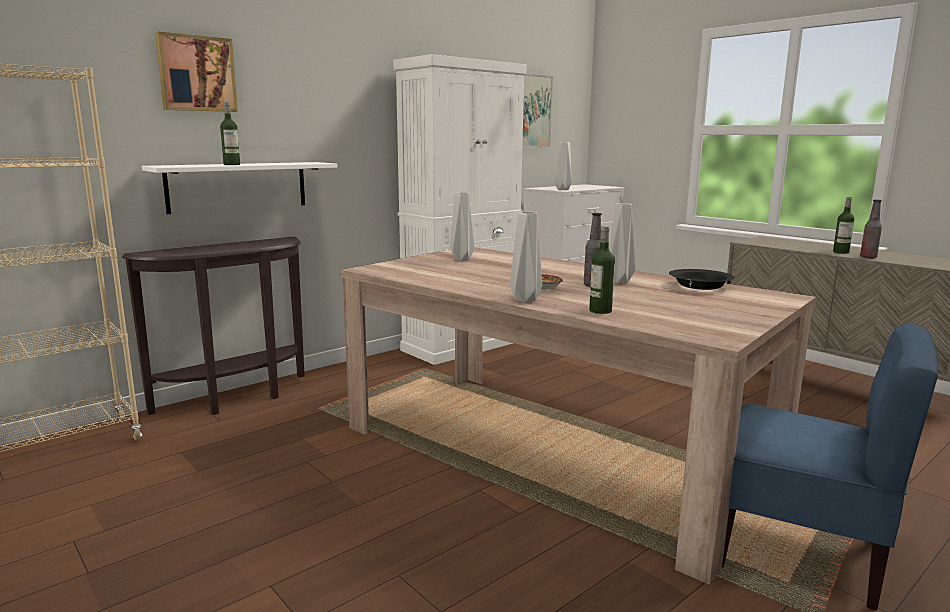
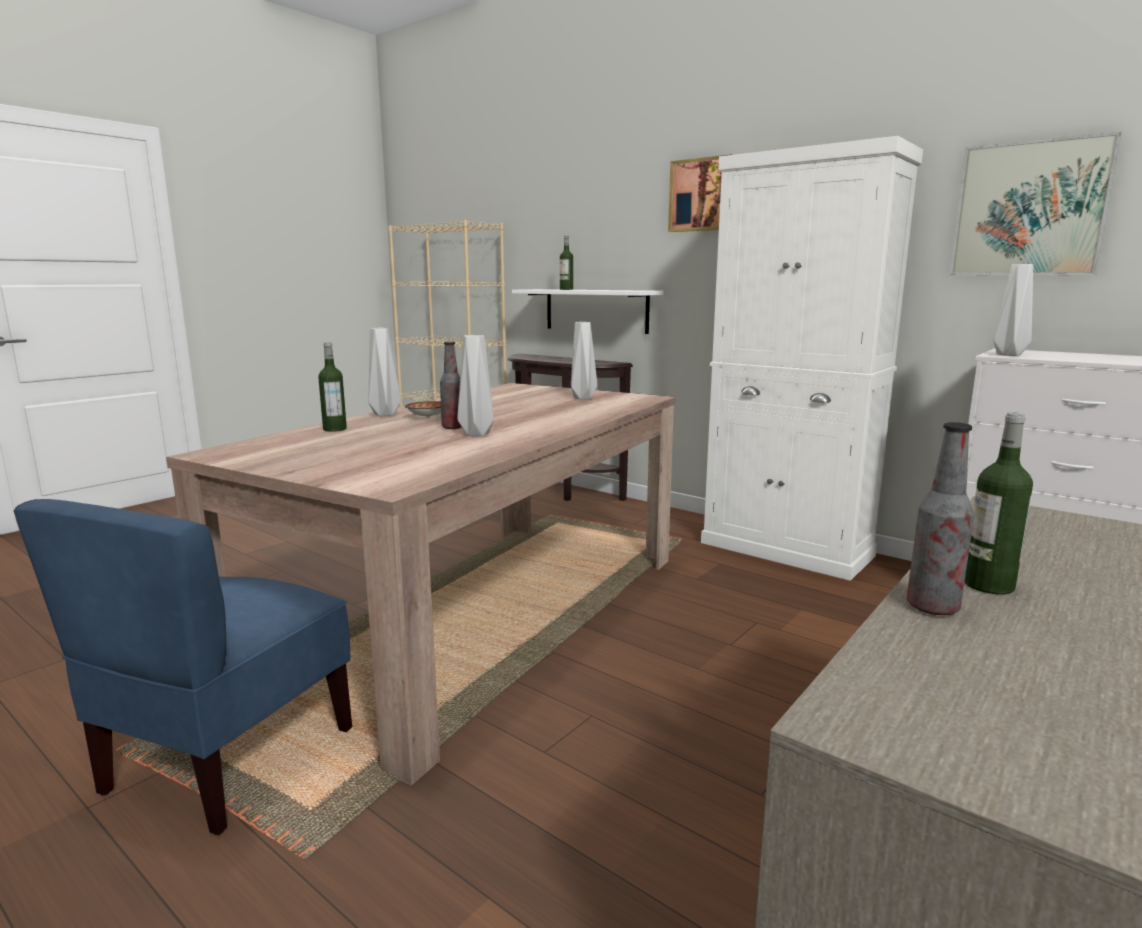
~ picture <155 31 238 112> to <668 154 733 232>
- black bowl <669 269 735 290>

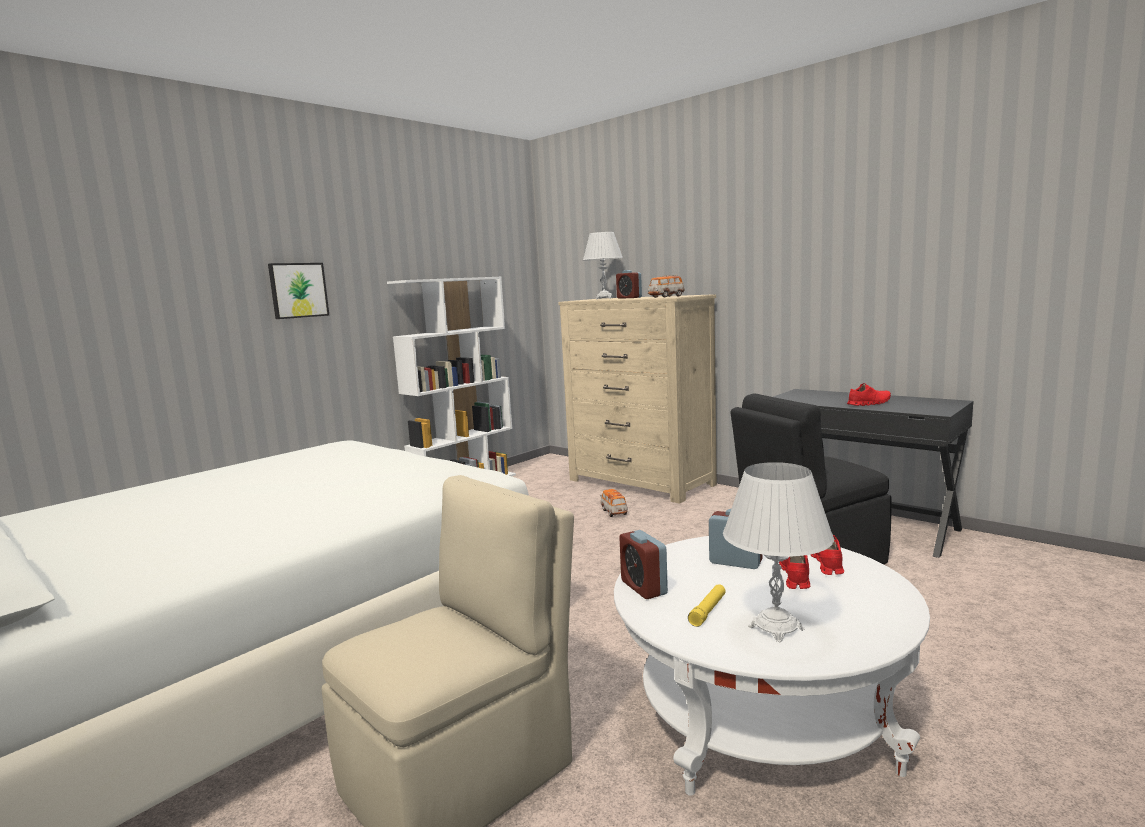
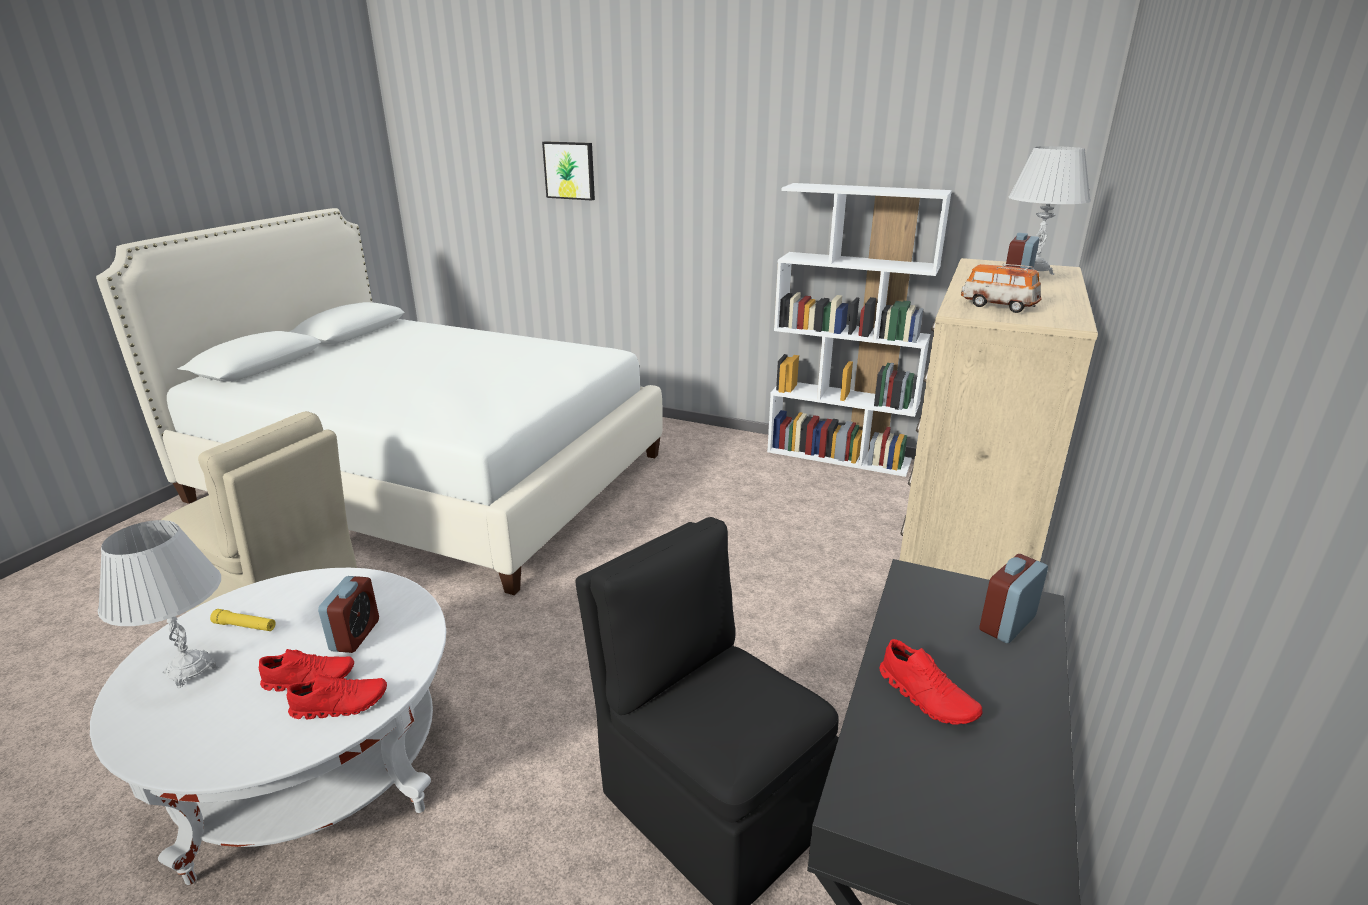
~ picture <268 263 329 319> to <542 141 595 201>
- toy car <601 489 628 517>
~ alarm clock <619 530 668 599> to <979 554 1048 643>

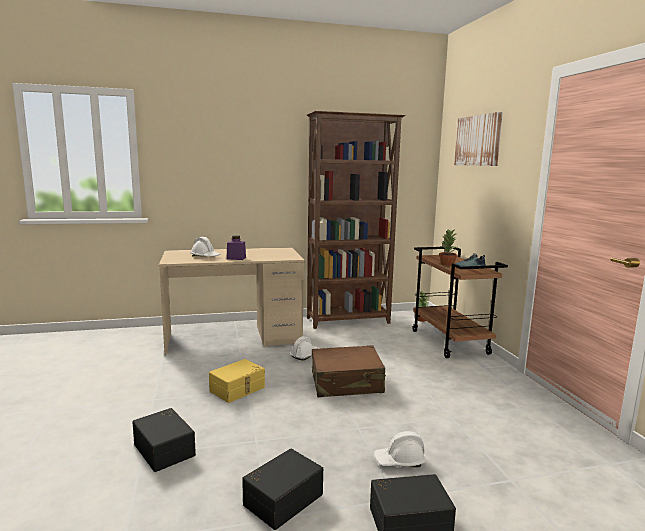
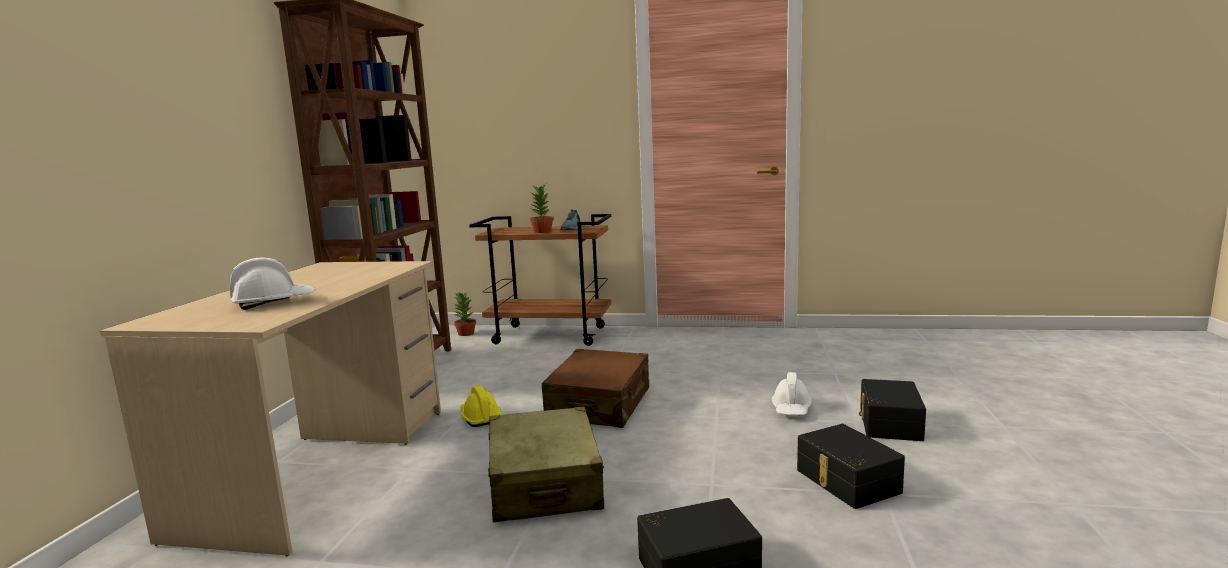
- picture <454 112 503 166>
- purple jar <227 235 246 260>
~ white hard hat <289 336 320 360> to yellow hard hat <460 385 502 427>
~ yellow storage box <209 359 265 403> to beige suitcase <488 406 604 522>

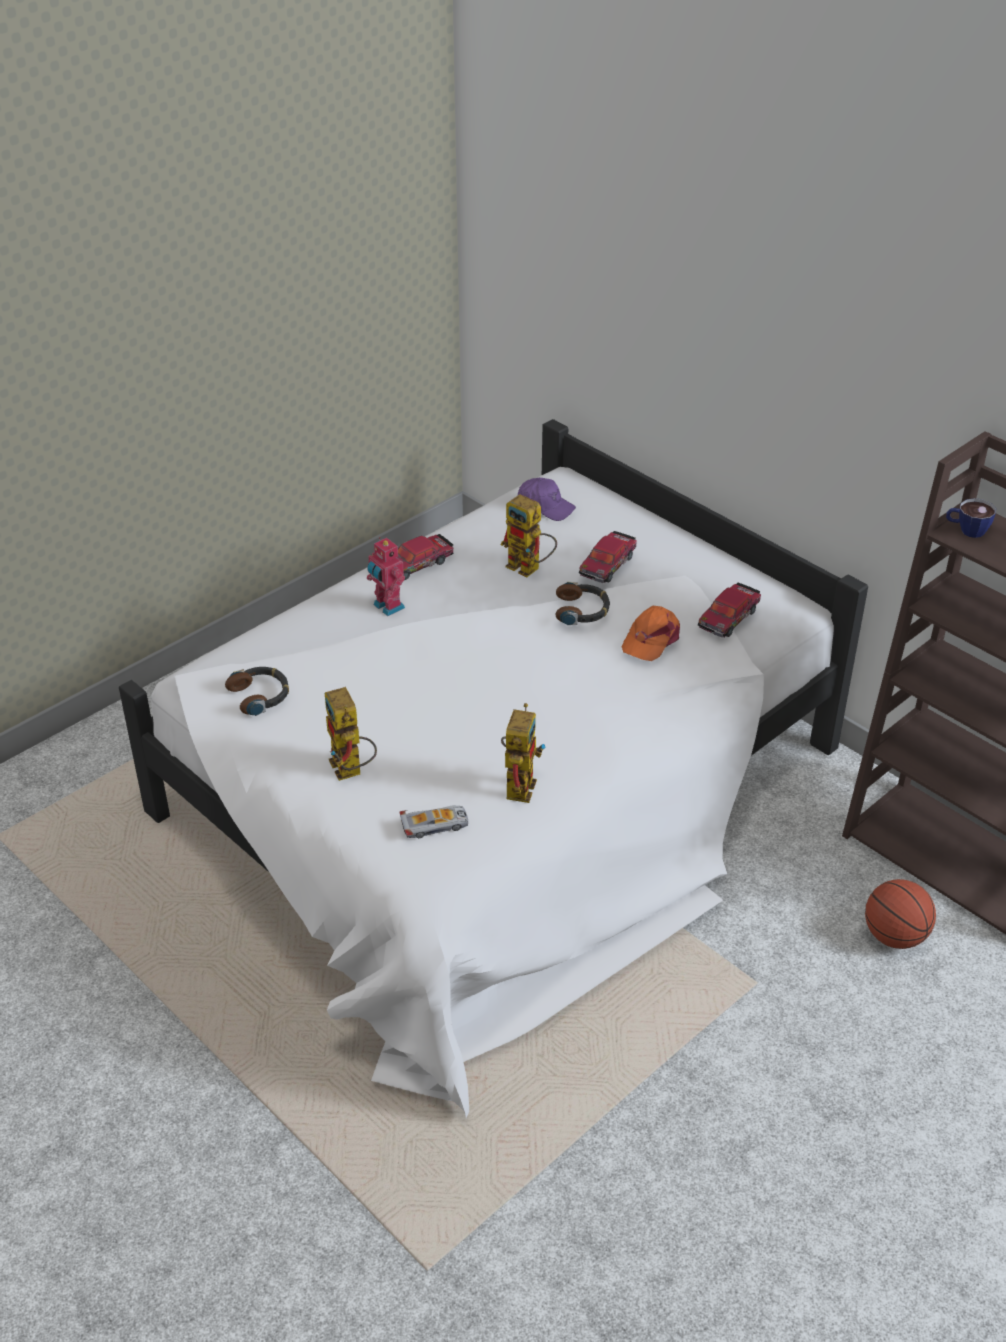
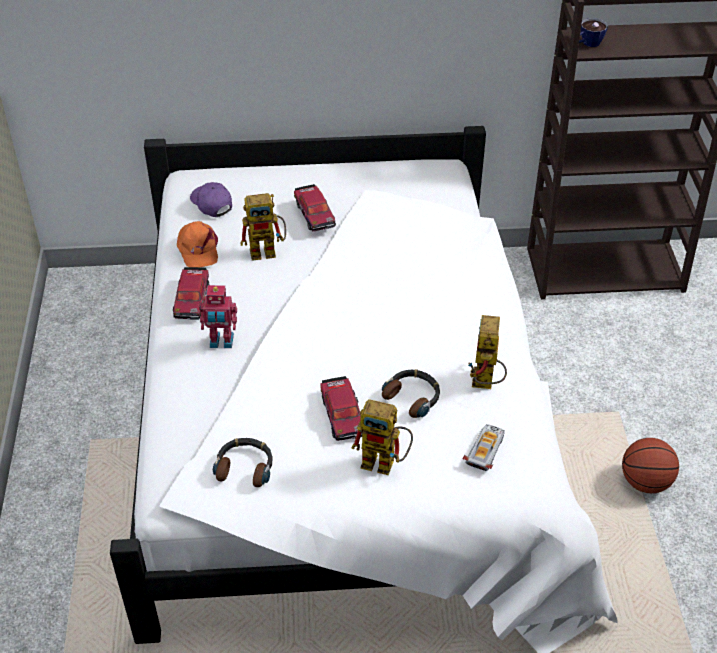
~ purple cap <518 478 576 521> = <190 182 232 217> 105 degrees counterclockwise
~ headphones <556 582 610 625> to <382 369 440 418>
~ toy car <698 583 761 638> to <320 376 363 441>
~ orange cap <622 606 680 661> to <177 221 218 267>
~ toy robot <501 703 546 803> = <468 315 507 389> 135 degrees counterclockwise
~ basketball <865 879 936 949> to <622 438 679 493>

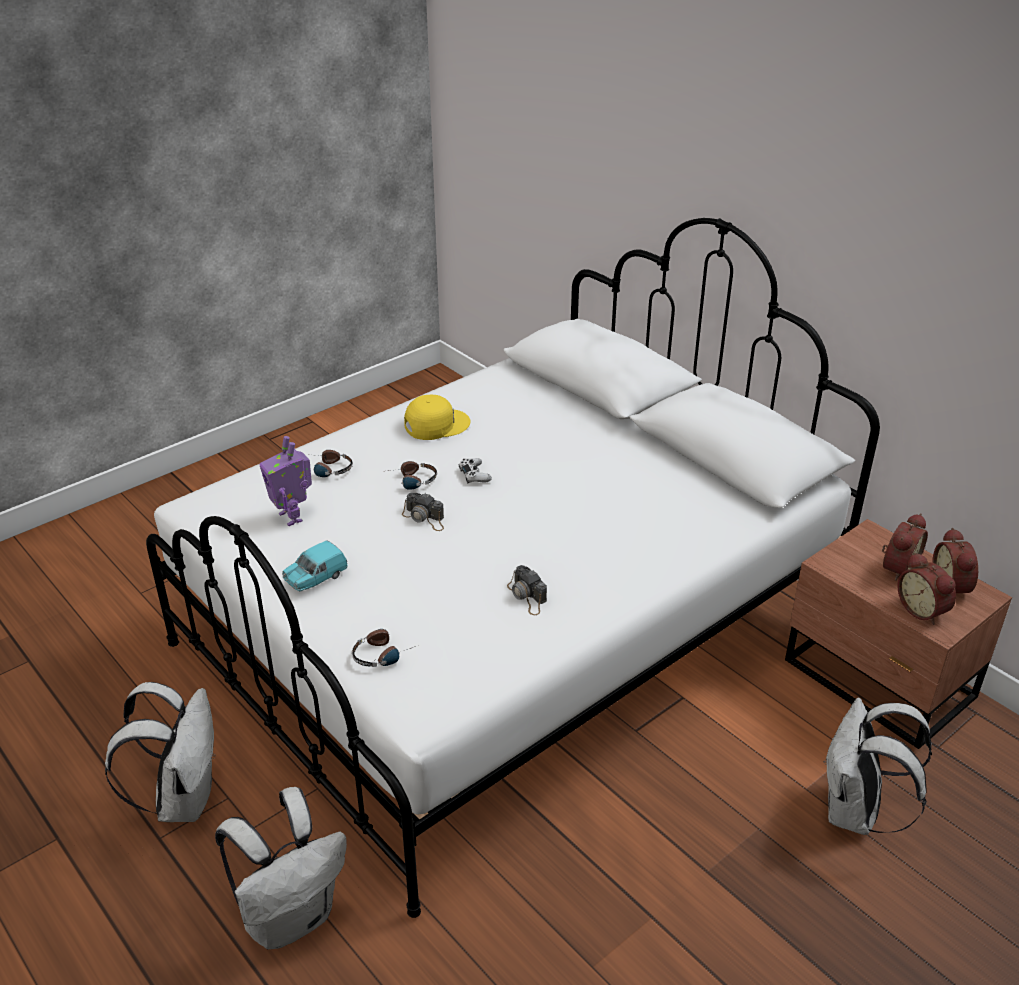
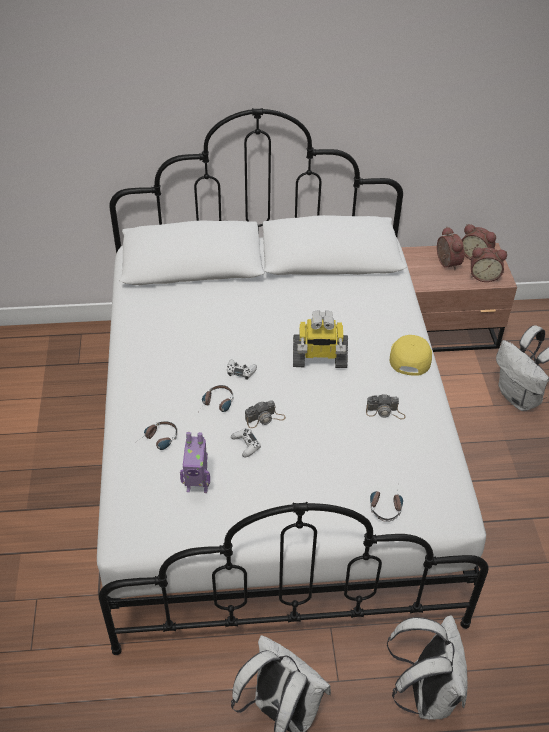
~ yellow cap <404 395 470 440> to <390 335 432 376>
- turquoise toy car <282 540 348 591>
+ toy robot <293 310 348 368>
+ white game controller <231 428 261 457>

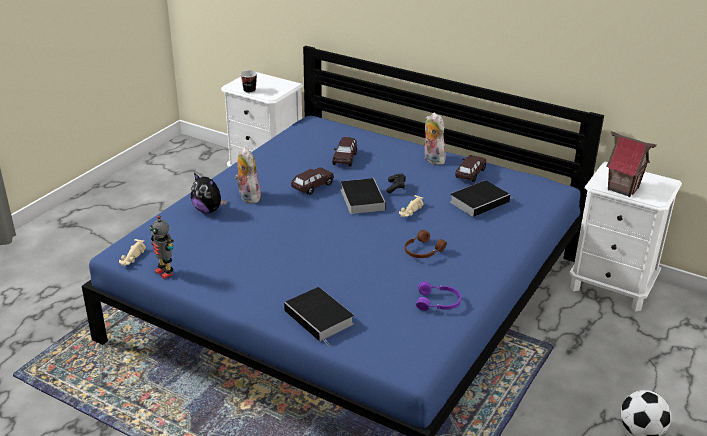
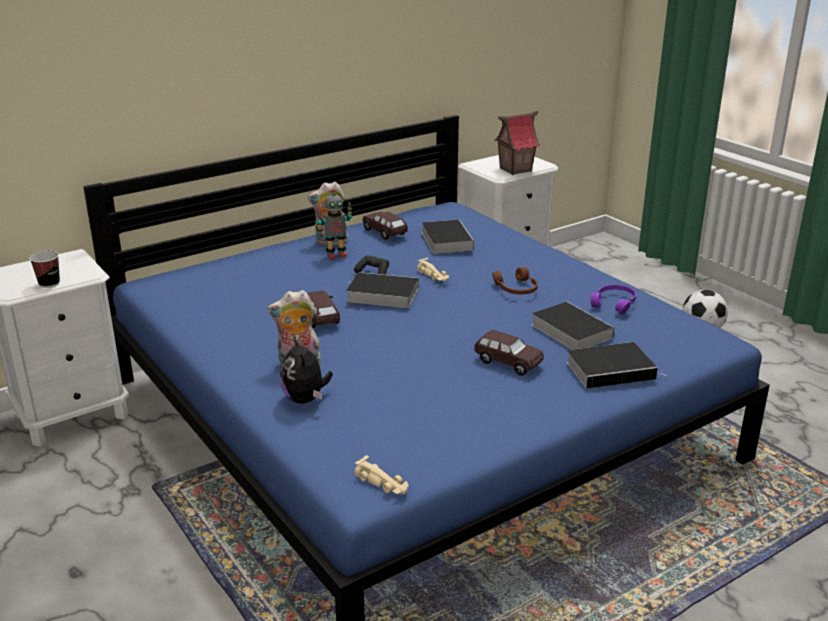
~ brown toy car <332 137 357 167> to <474 330 544 376>
~ plush toy <191 173 227 213> = <280 337 333 404> 105 degrees clockwise
~ toy robot <150 215 173 279> to <317 189 352 259>
+ book <531 302 614 350>

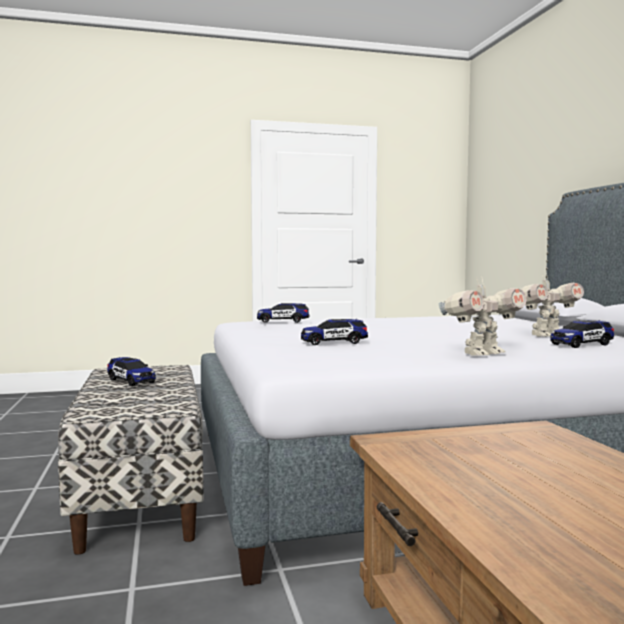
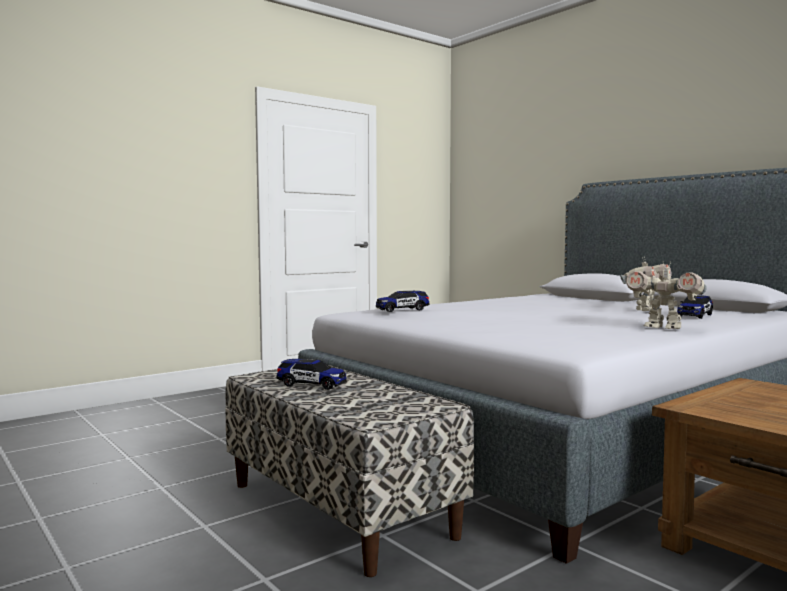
~ toy robot <439 277 527 355> = <626 261 707 329> 90 degrees clockwise
- toy car <301 319 368 345>

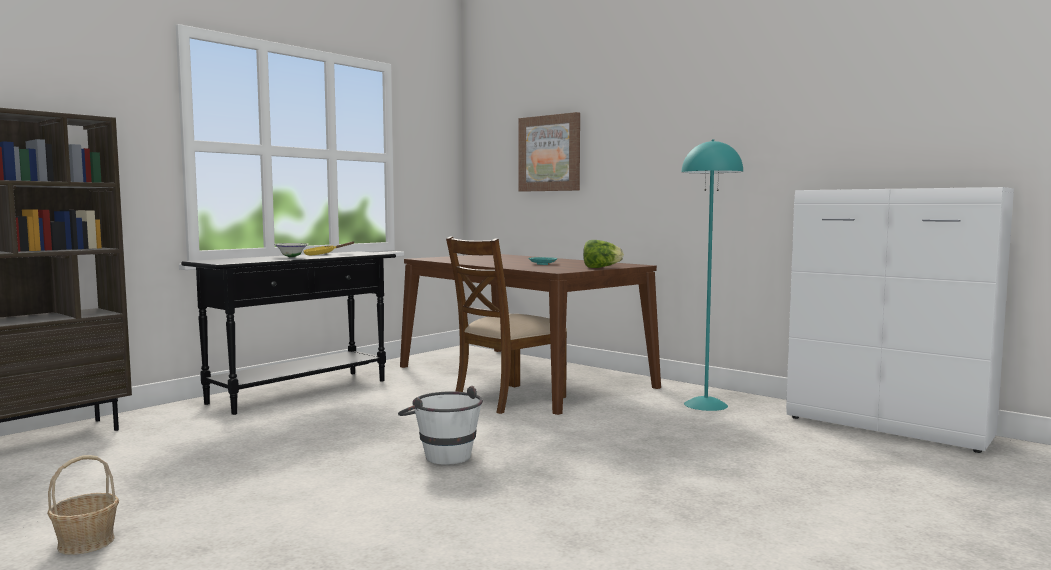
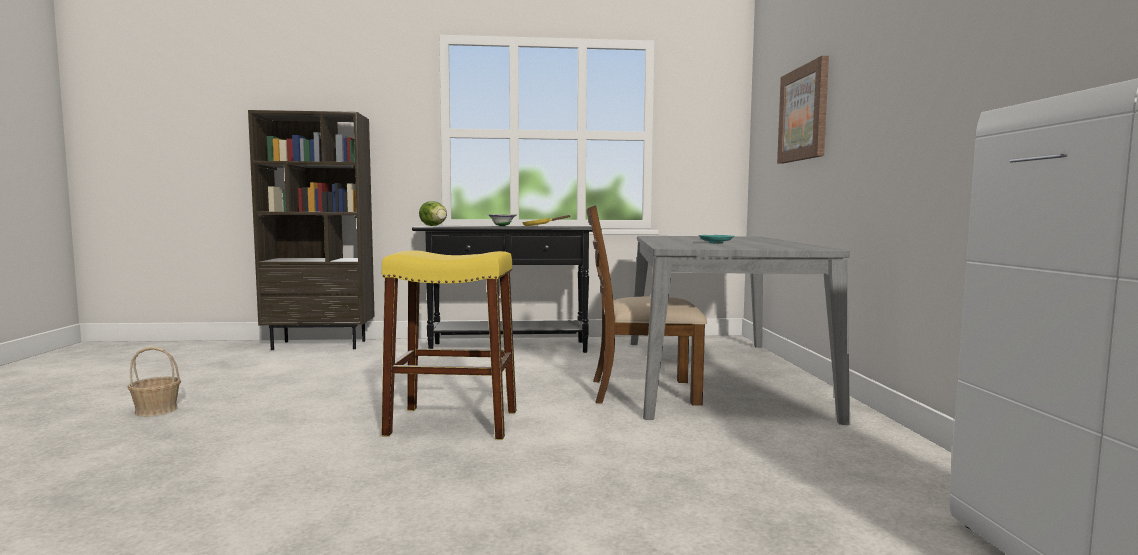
- turquoise floor lamp <682 140 743 411>
~ lettuce <583 240 624 268> to <419 201 447 226>
~ brown dining table <400 254 661 415> to grey dining table <631 236 850 425>
~ white bucket <398 386 483 465> to yellow stool <381 250 516 440>

